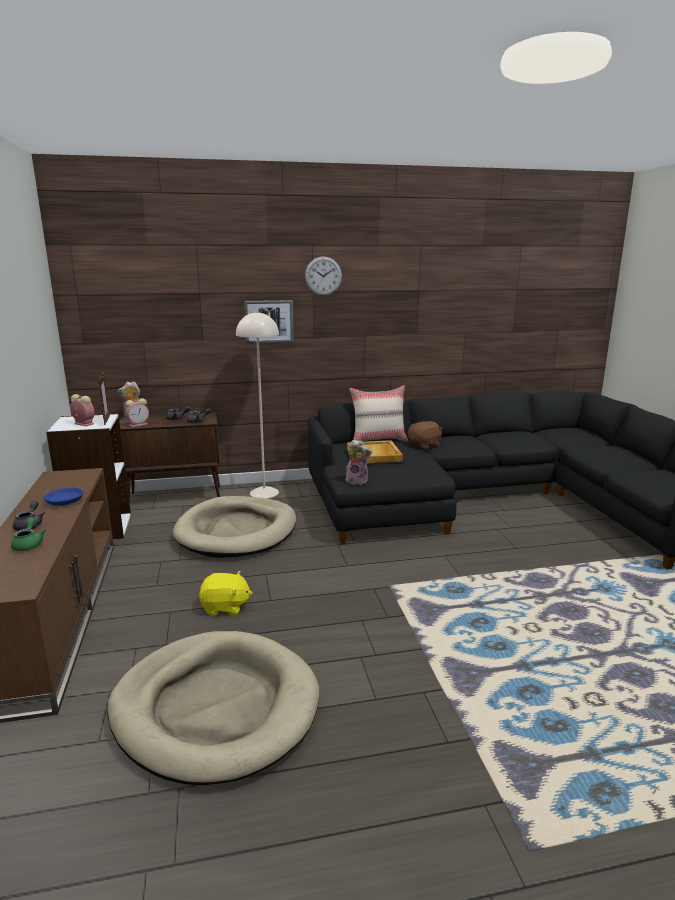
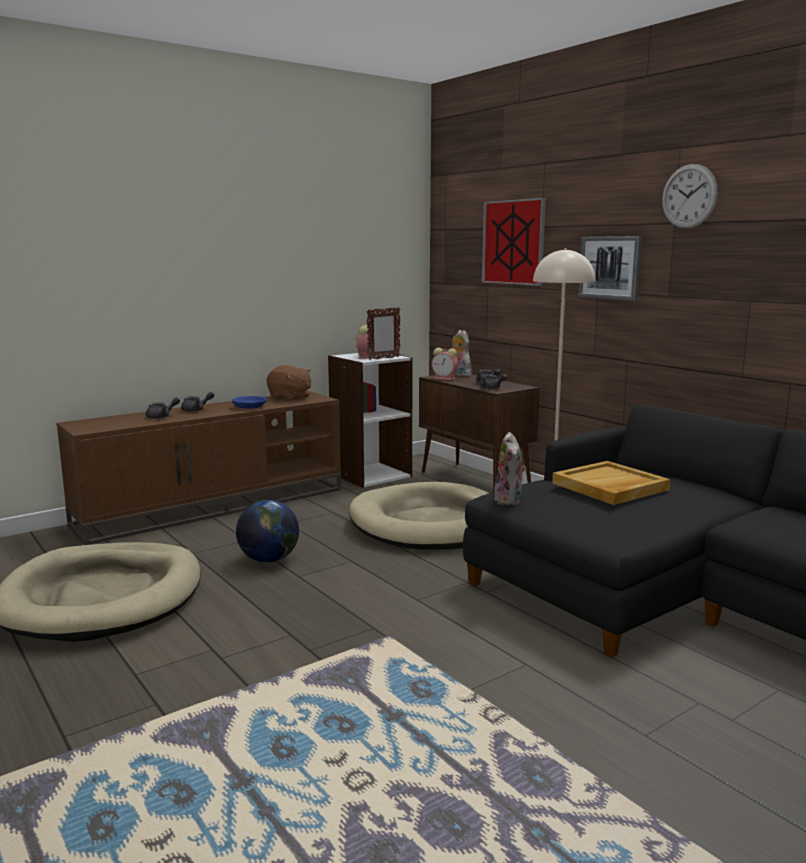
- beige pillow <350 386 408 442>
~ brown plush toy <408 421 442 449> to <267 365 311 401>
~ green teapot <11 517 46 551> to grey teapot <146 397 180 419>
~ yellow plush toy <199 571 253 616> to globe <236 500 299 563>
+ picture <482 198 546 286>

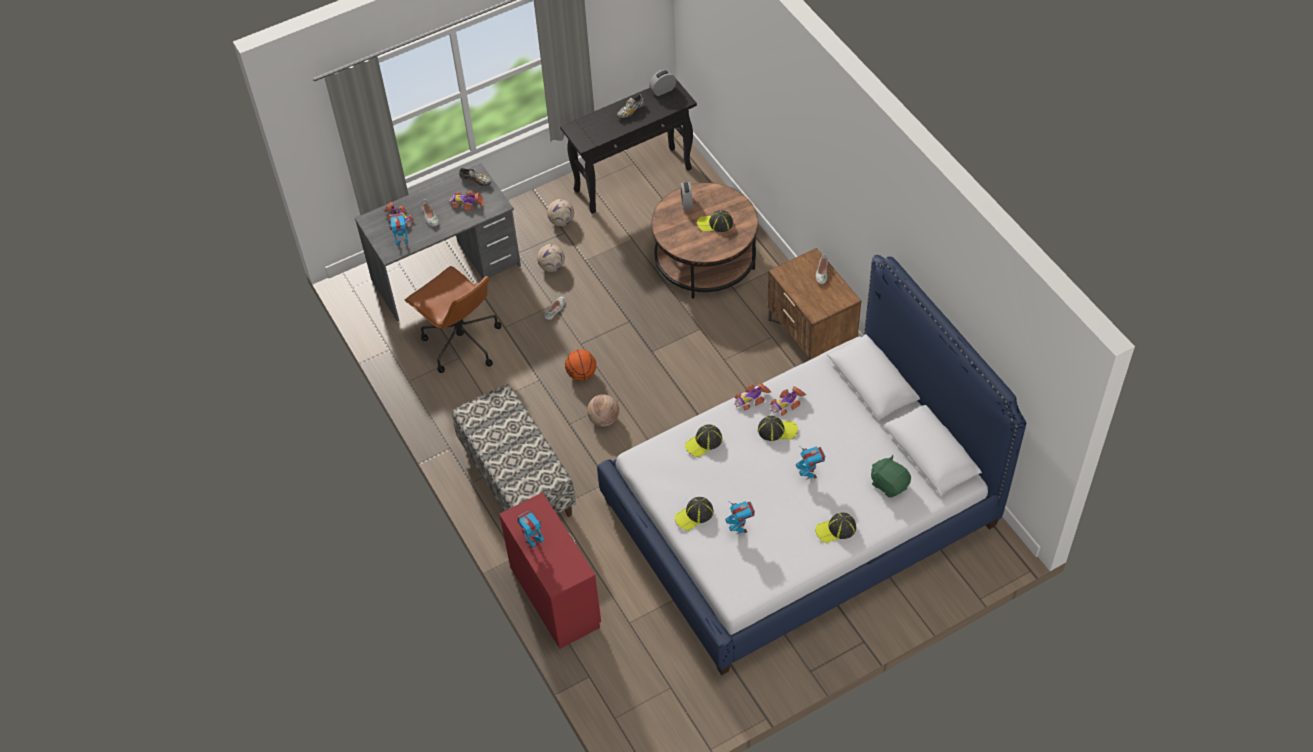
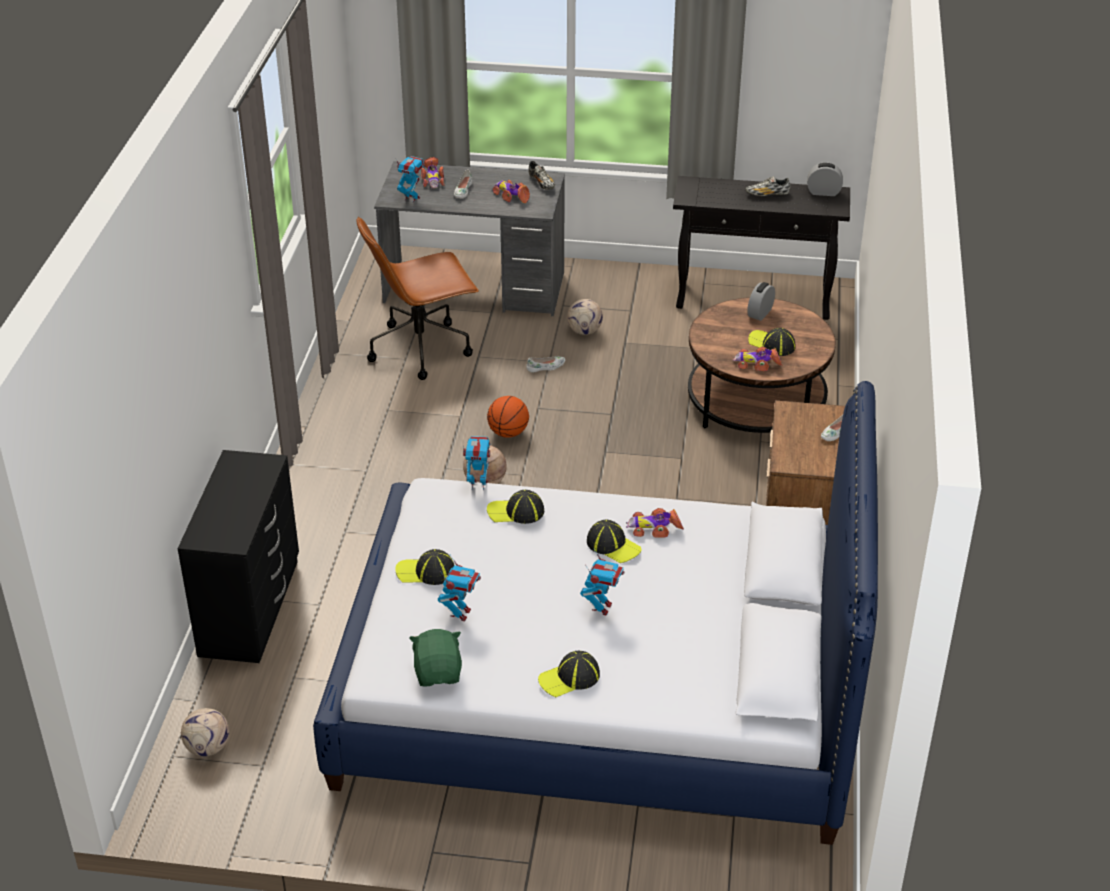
~ football <547 199 574 226> to <181 708 229 756>
~ brown office chair <405 266 501 373> = <356 216 479 380> 75 degrees clockwise
~ toy car <734 382 771 411> to <732 347 783 371>
- bench <452 384 576 517>
~ green plush toy <871 455 911 498> to <409 629 462 687>
~ red dresser <499 492 601 649> to black dresser <178 450 299 663>
~ toy robot <517 511 545 548> to <463 436 490 490>
~ cap <815 512 856 543> = <538 651 600 697> 45 degrees counterclockwise

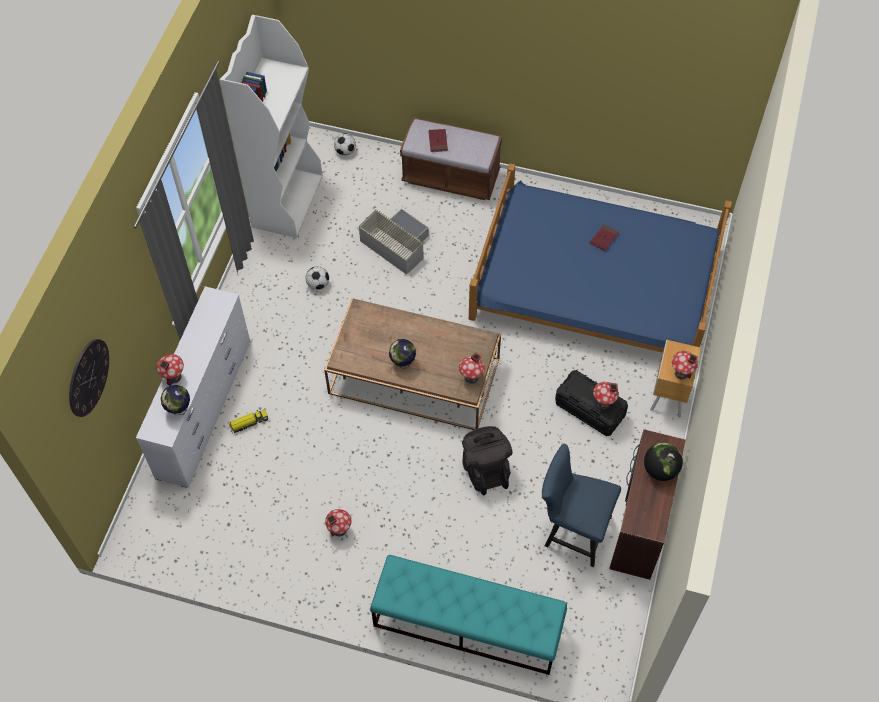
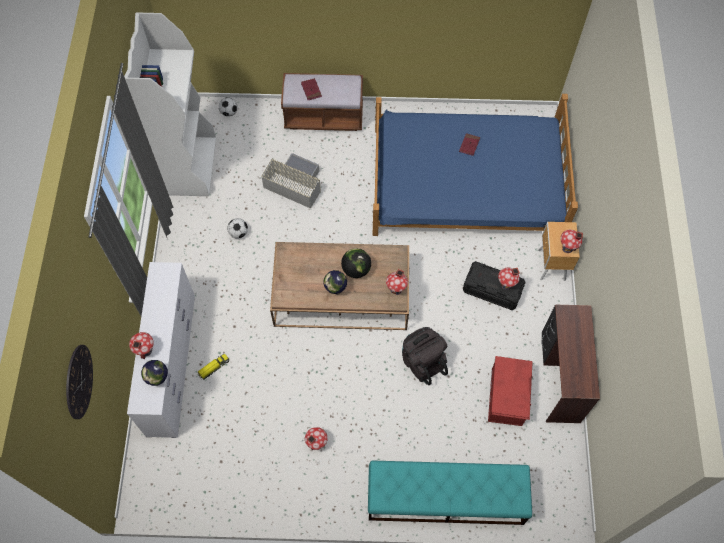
~ globe <644 443 683 481> to <341 248 371 278>
~ blue chair <542 444 621 567> to red storage box <488 356 533 426>

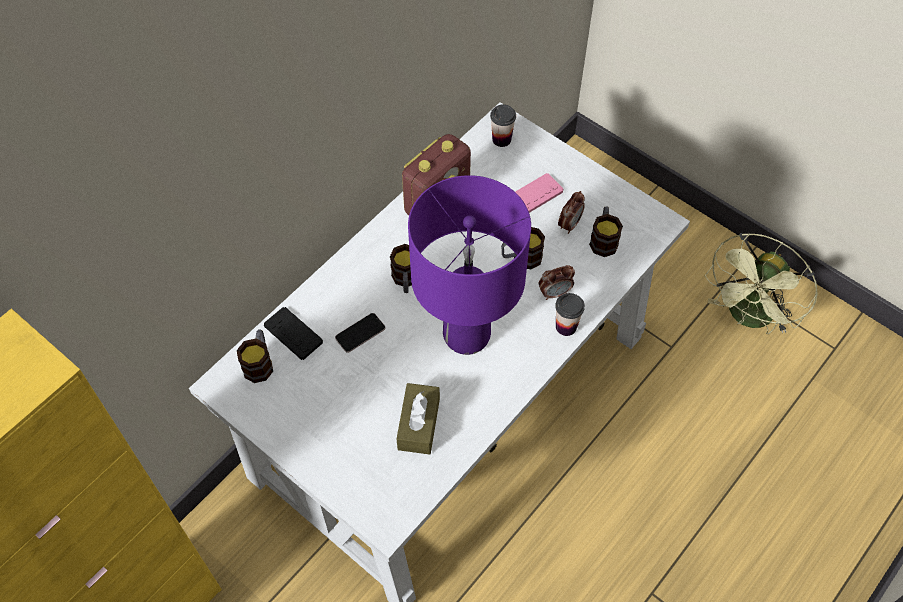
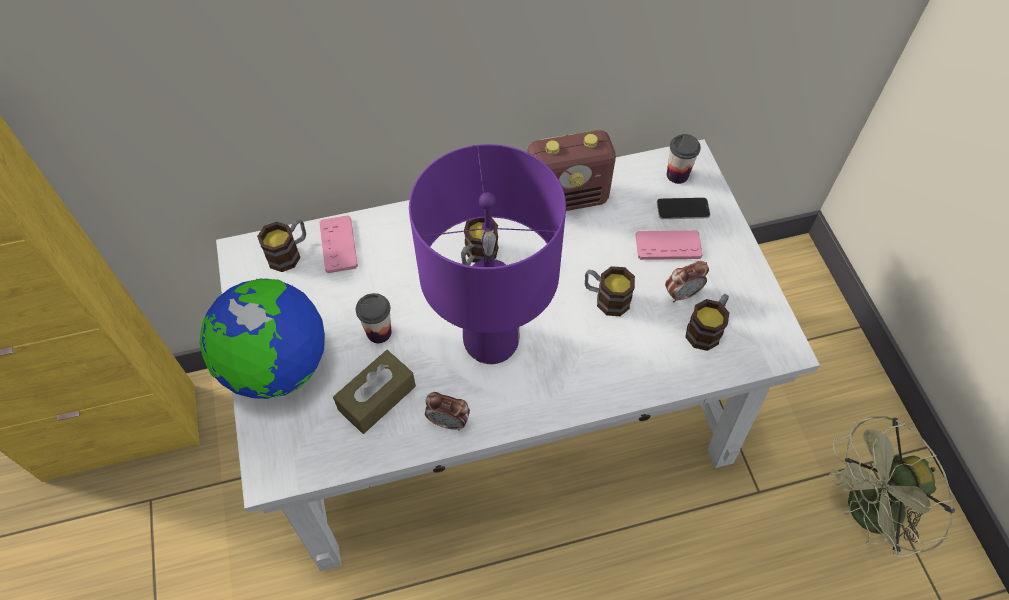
~ alarm clock <539 265 575 300> to <425 392 470 431>
~ cup <555 293 585 336> to <356 293 392 343>
~ black game controller <264 307 323 360> to pink game controller <319 215 358 273>
~ phone <335 313 385 353> to <657 197 710 219>
+ globe <199 278 325 399>

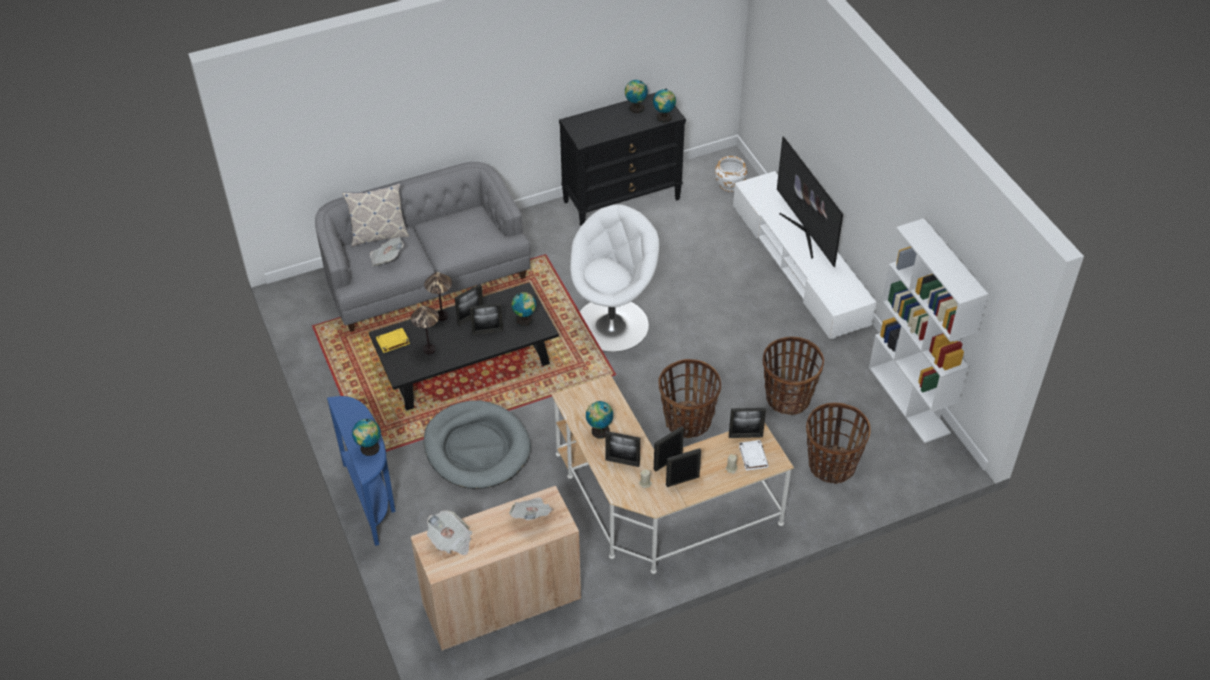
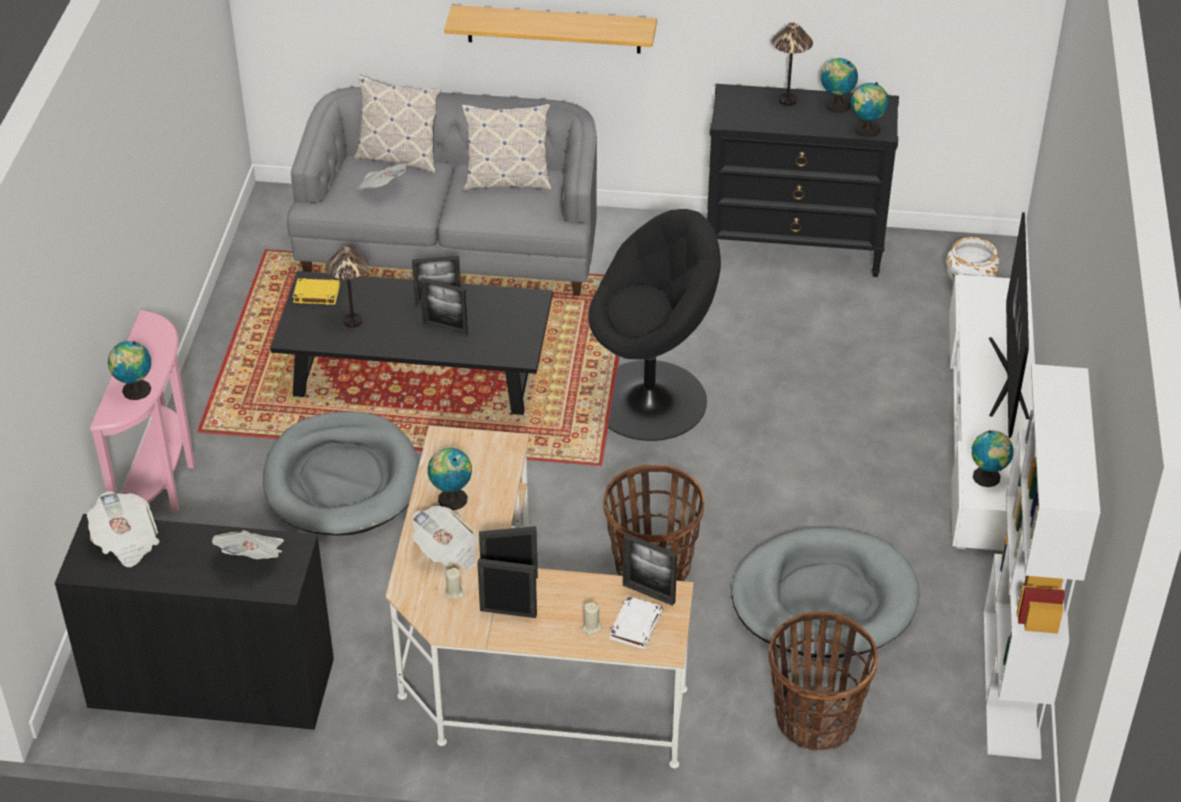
~ white armchair <570 204 660 352> to black armchair <588 209 721 441>
~ table lamp <424 272 452 321> to <772 23 813 106>
~ globe <512 292 536 326> to <972 430 1013 487>
~ basket <763 336 824 415> to grey dog bed <731 528 919 658>
~ blue console table <327 396 396 546> to pink console table <90 310 195 512>
~ picture frame <605 431 640 467> to newspaper <412 506 479 570>
~ beige cabinet <411 486 581 651> to black cabinet <55 514 334 731>
+ shelf <444 5 657 53>
+ pillow <462 104 551 191>

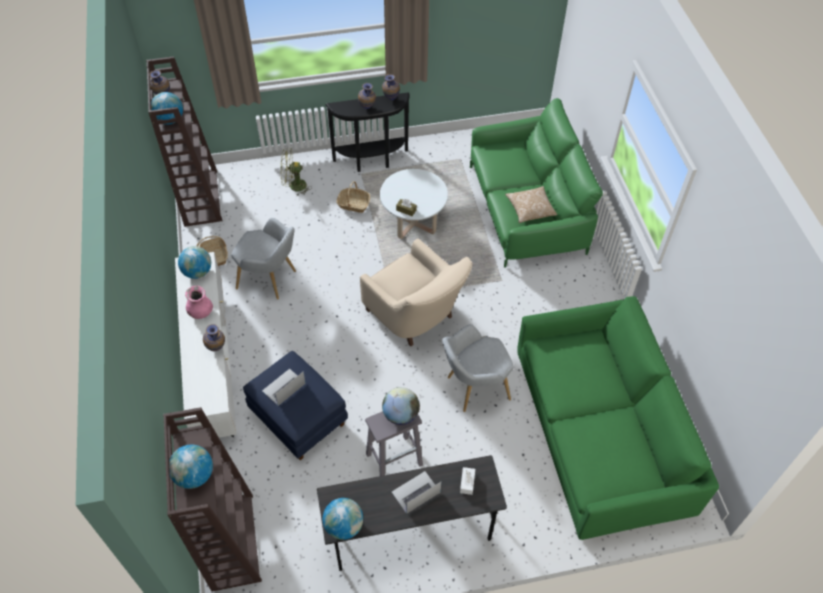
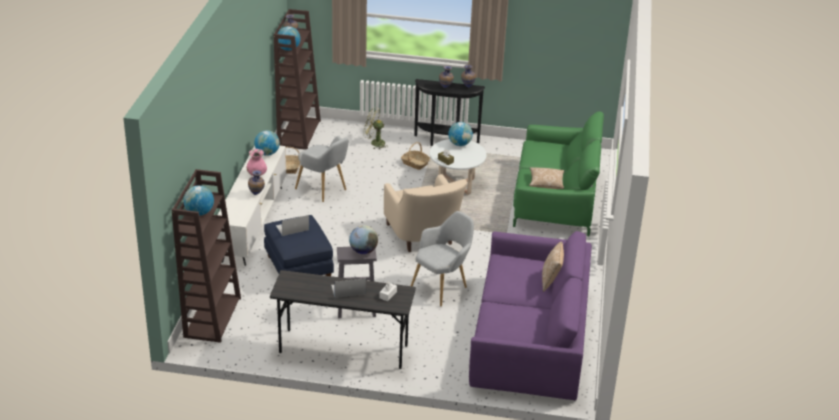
~ green sofa <517 296 719 540> to purple sofa <469 231 592 400>
~ grey armchair <442 324 514 412> = <411 211 474 306> 135 degrees clockwise
~ globe <323 498 363 540> to <448 122 473 146>
+ pillow <542 241 564 292>

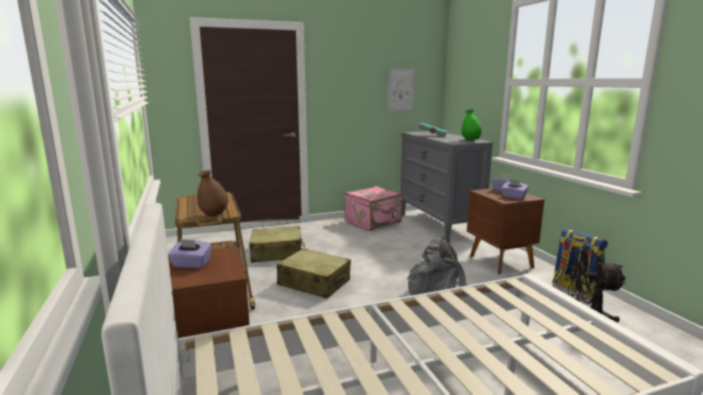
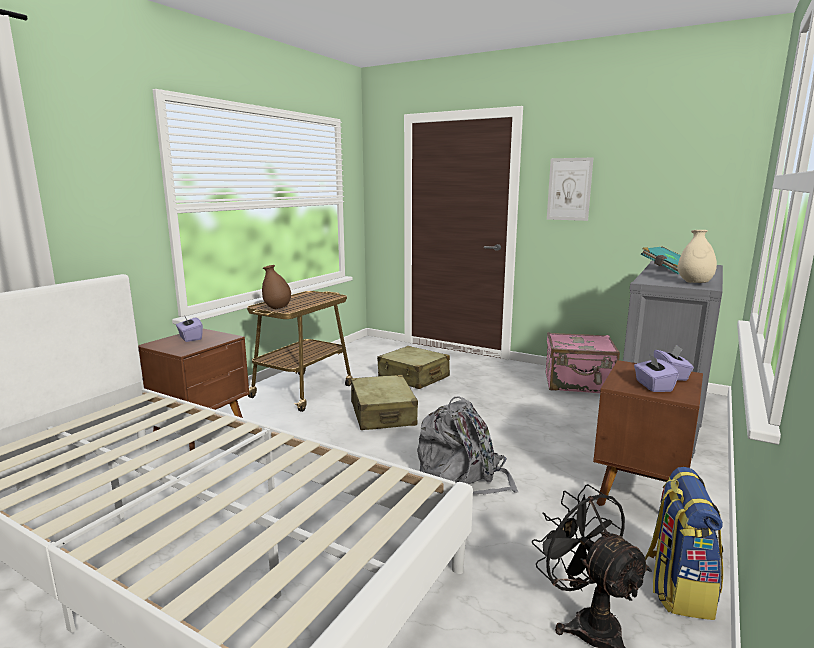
~ picture <387 68 415 111> to <547 157 593 221>
~ green vase <461 109 482 140> to beige vase <677 230 717 283>

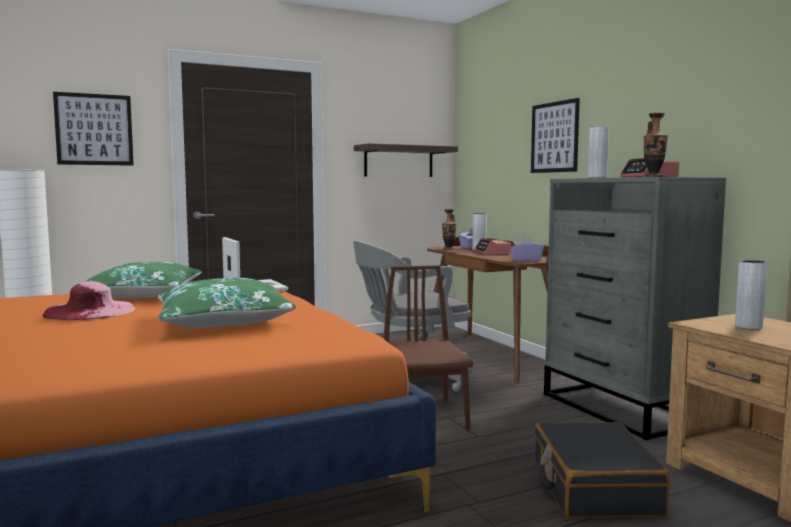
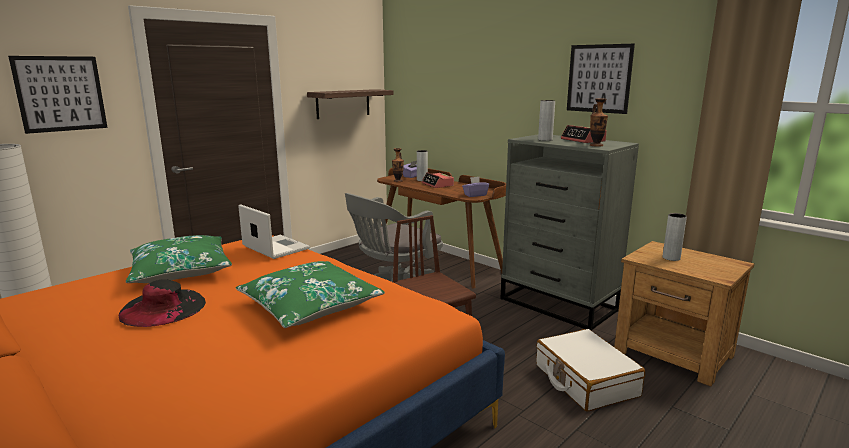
~ picture <531 98 580 173> to <567 44 635 114>
~ pink hat <42 281 135 320> to black hat <119 279 206 327>
~ black suitcase <534 422 670 518> to white suitcase <536 329 645 412>

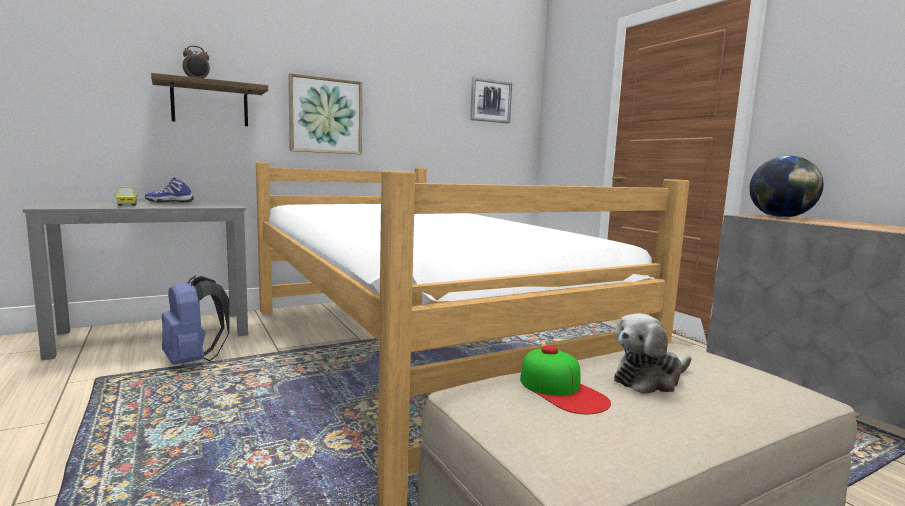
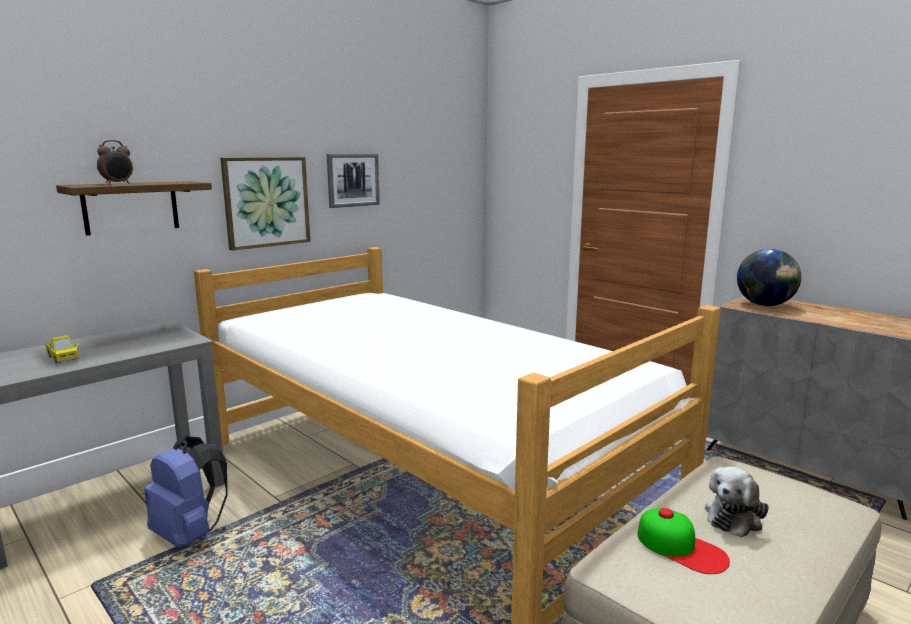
~ picture <470 77 512 123> to <327 154 380 208>
- shoe <145 177 194 203>

